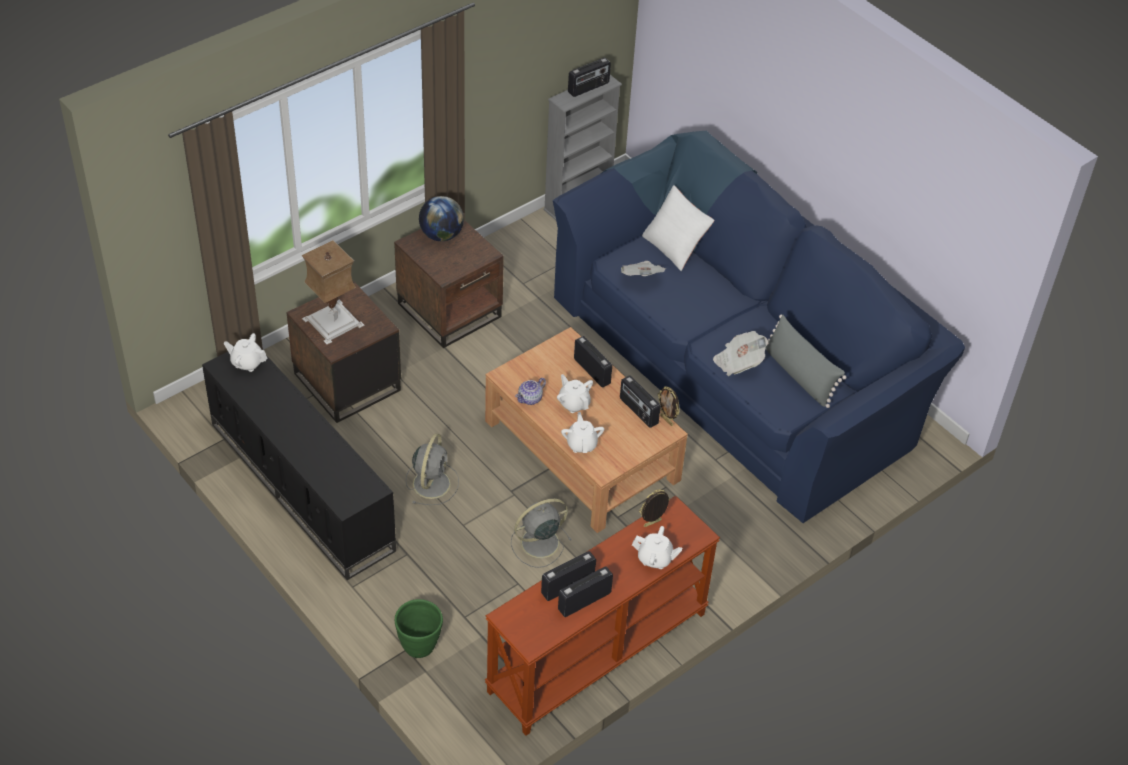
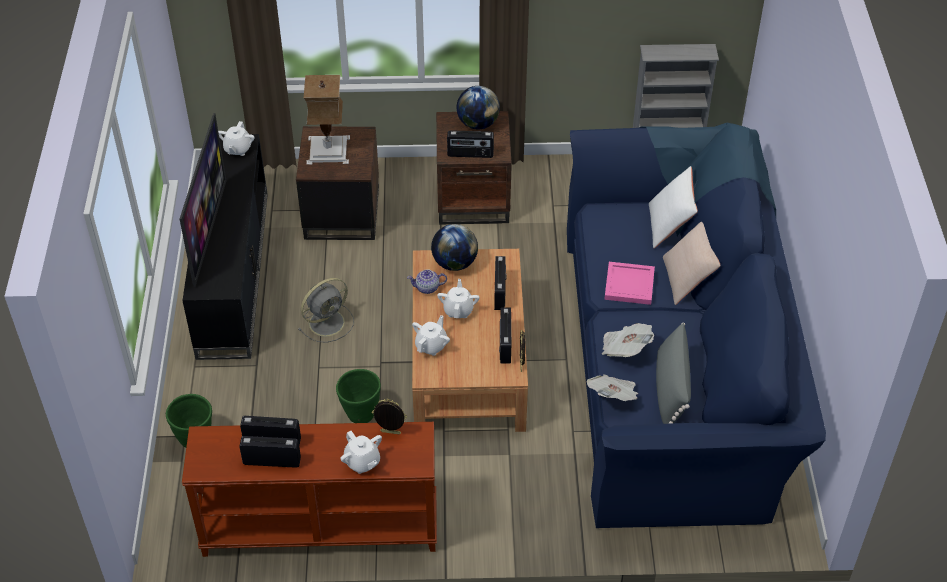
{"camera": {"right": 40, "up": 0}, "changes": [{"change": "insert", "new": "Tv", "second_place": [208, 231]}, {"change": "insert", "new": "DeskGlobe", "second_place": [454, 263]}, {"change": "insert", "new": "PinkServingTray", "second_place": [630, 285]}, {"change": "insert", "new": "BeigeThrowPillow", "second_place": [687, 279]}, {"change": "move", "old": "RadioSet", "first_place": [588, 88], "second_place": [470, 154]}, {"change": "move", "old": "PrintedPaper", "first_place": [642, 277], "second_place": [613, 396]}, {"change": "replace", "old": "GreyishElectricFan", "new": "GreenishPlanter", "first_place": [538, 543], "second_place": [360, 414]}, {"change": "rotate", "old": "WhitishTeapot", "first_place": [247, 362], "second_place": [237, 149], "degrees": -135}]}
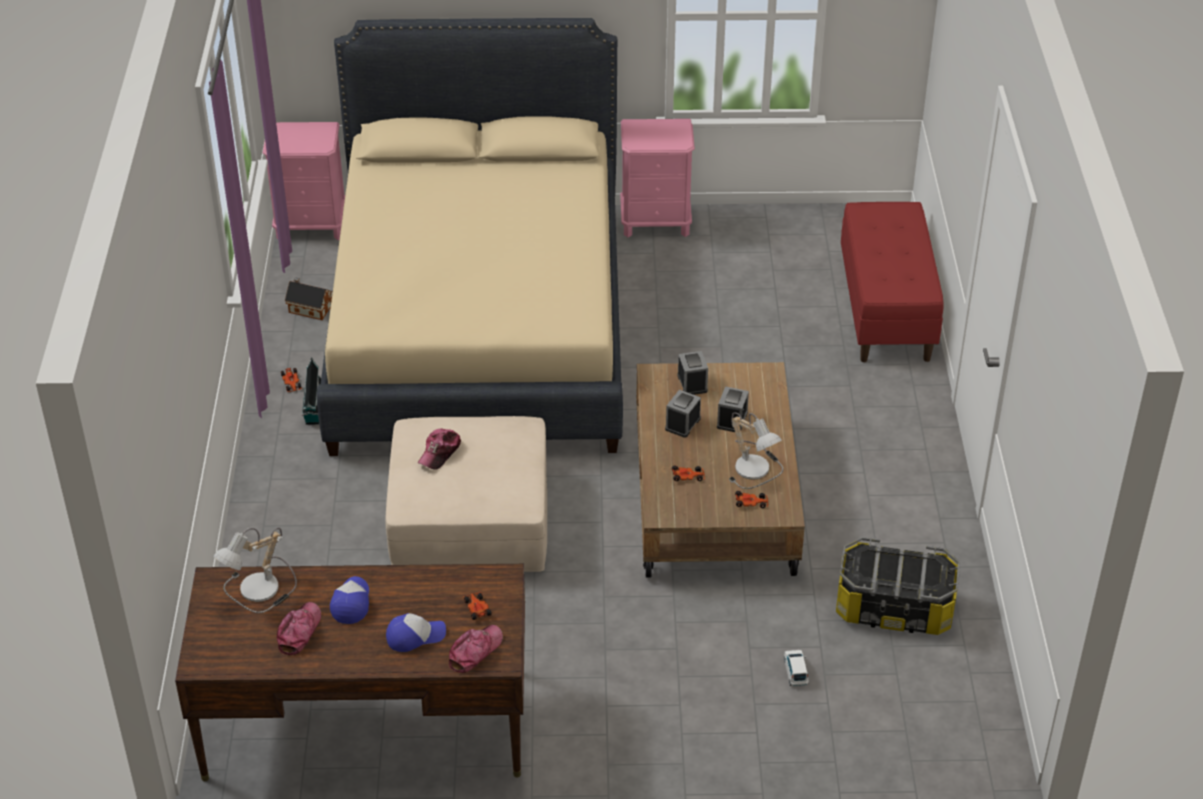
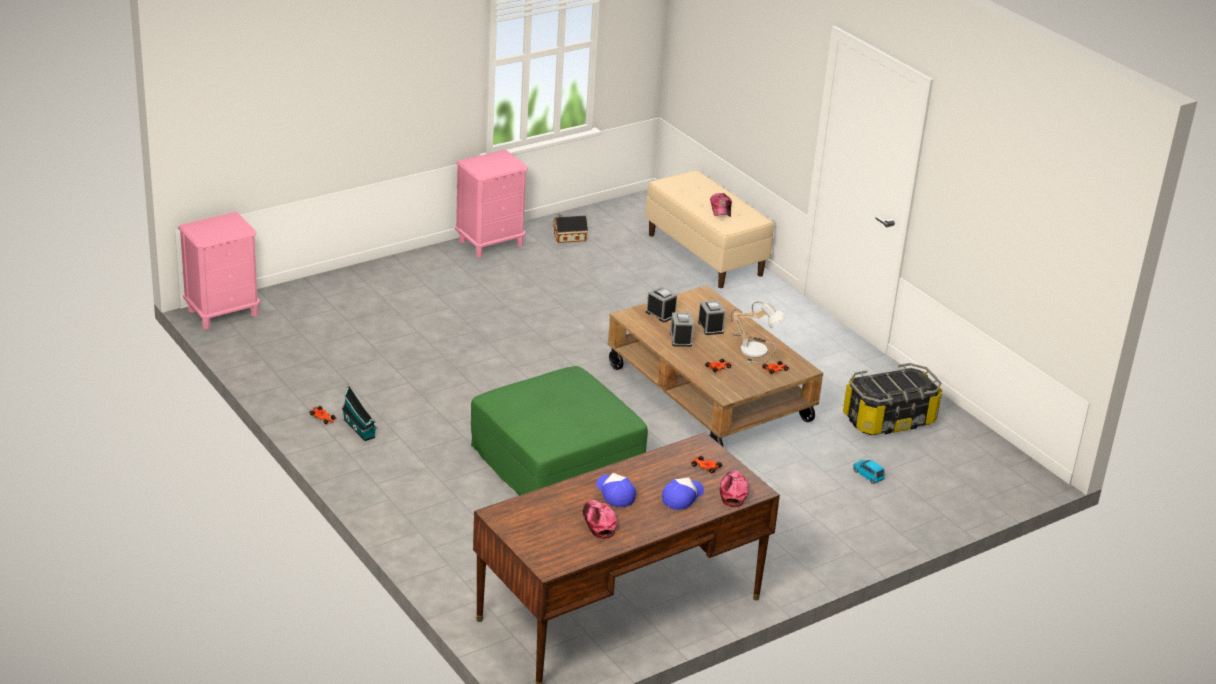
{"camera": {"right": -35, "up": -10}, "changes": [{"change": "delete", "old": "TableLamp", "first_place": [260, 591]}, {"change": "delete", "old": "BeigeBedroomBed", "first_place": [479, 324]}, {"change": "move", "old": "ToyHouse", "first_place": [309, 308], "second_place": [568, 237]}, {"change": "move", "old": "PeakedCap", "first_place": [440, 452], "second_place": [721, 209]}, {"change": "recolor", "old": "BeigeFootrest", "new": "GreenishFootrest", "first_place": [470, 519], "second_place": [556, 460]}, {"change": "recolor", "old": "WhitishToyCar", "new": "BlueColouredToyCar", "first_place": [795, 672], "second_place": [868, 475]}, {"change": "recolor", "old": "ReddishIndoorBench", "new": "BeigeIndoorBench", "first_place": [887, 311], "second_place": [705, 255]}]}
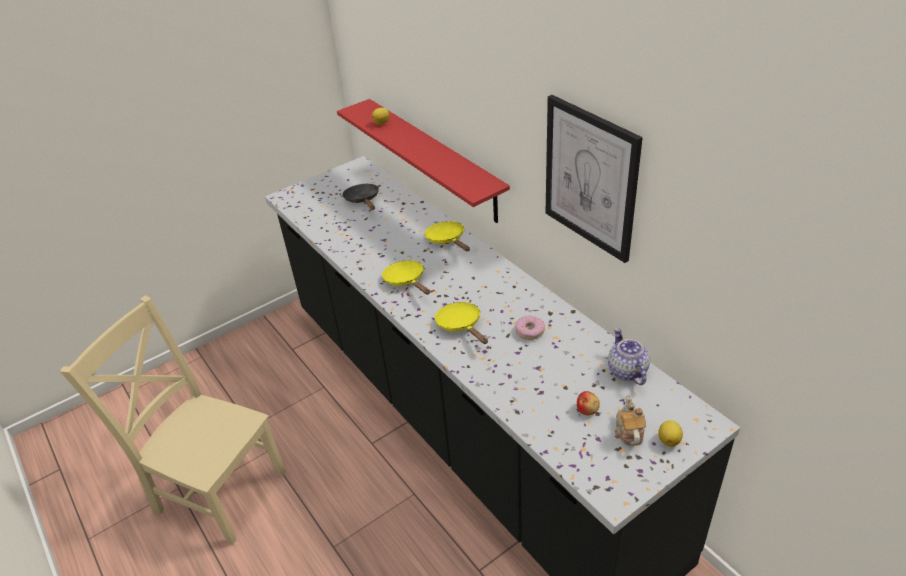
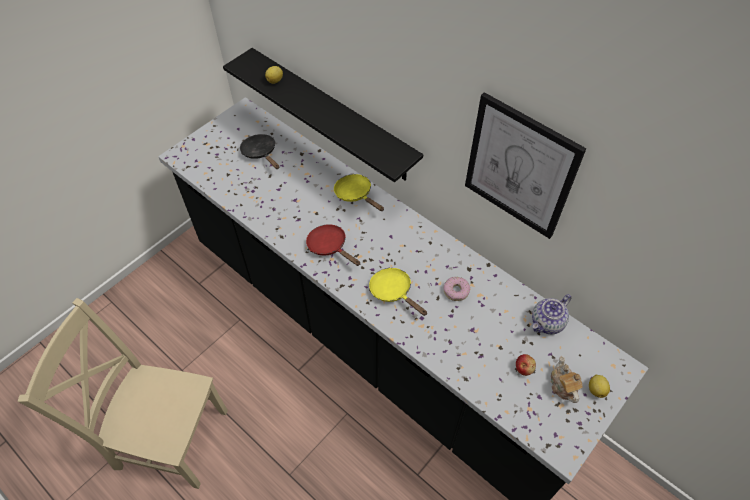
{"camera": {"right": -15, "up": 15}, "changes": [{"change": "recolor", "old": "ReddishWallShelf", "new": "BlackishWallShelf", "first_place": [434, 159], "second_place": [333, 115]}, {"change": "recolor", "old": "YellowishSkillet", "new": "ReddishSkillet", "first_place": [406, 281], "second_place": [330, 246]}, {"change": "rotate", "old": "Teapot", "first_place": [626, 370], "second_place": [547, 323], "degrees": -105}]}
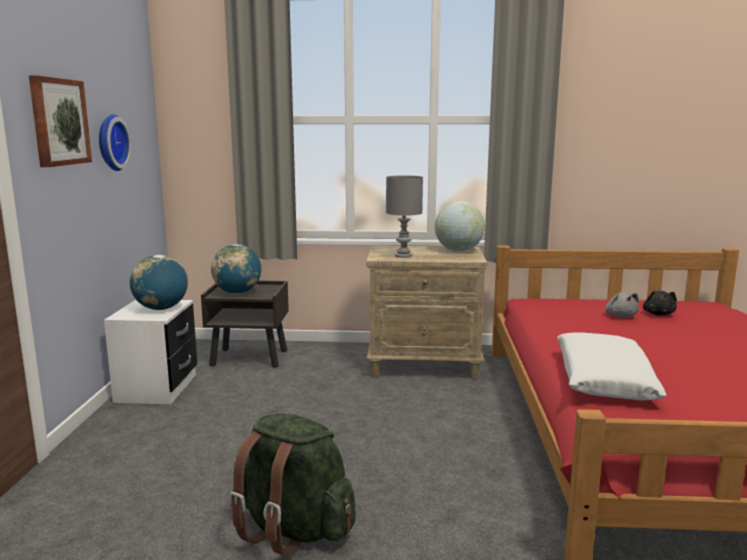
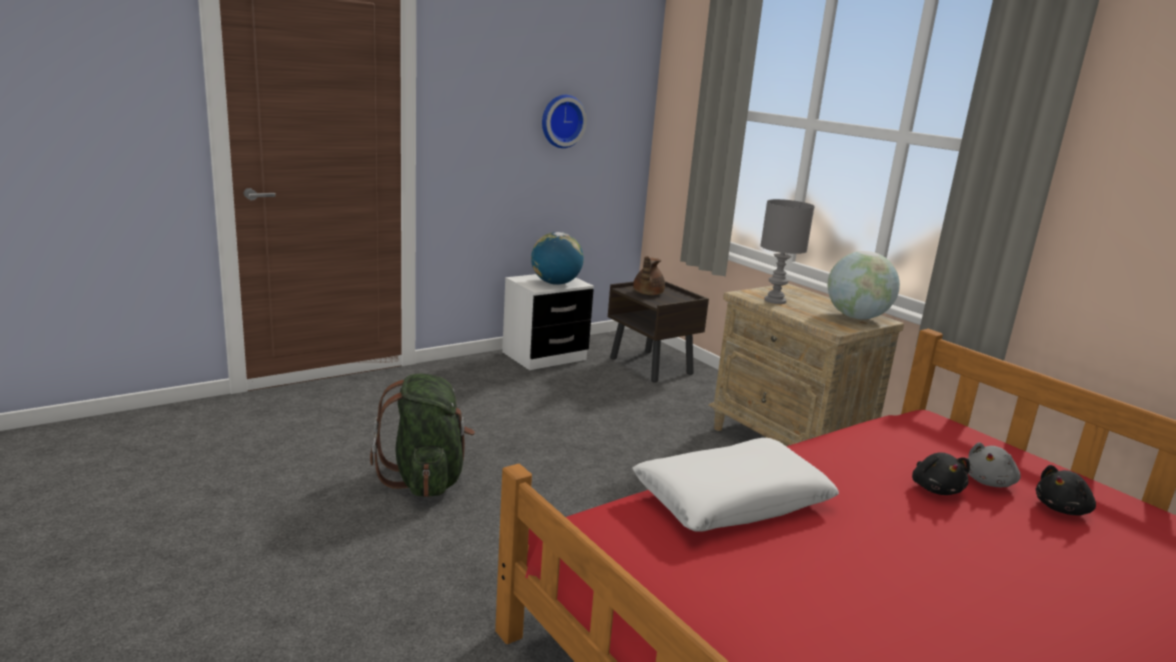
{"camera": {"right": 50, "up": 5}, "changes": [{"change": "delete", "old": "WallPicture", "first_place": [58, 122]}, {"change": "insert", "new": "BlackishCuddlyToy", "second_place": [936, 489]}, {"change": "replace", "old": "DeskGlobe", "new": "BrownishTeapot", "first_place": [237, 292], "second_place": [647, 293]}]}
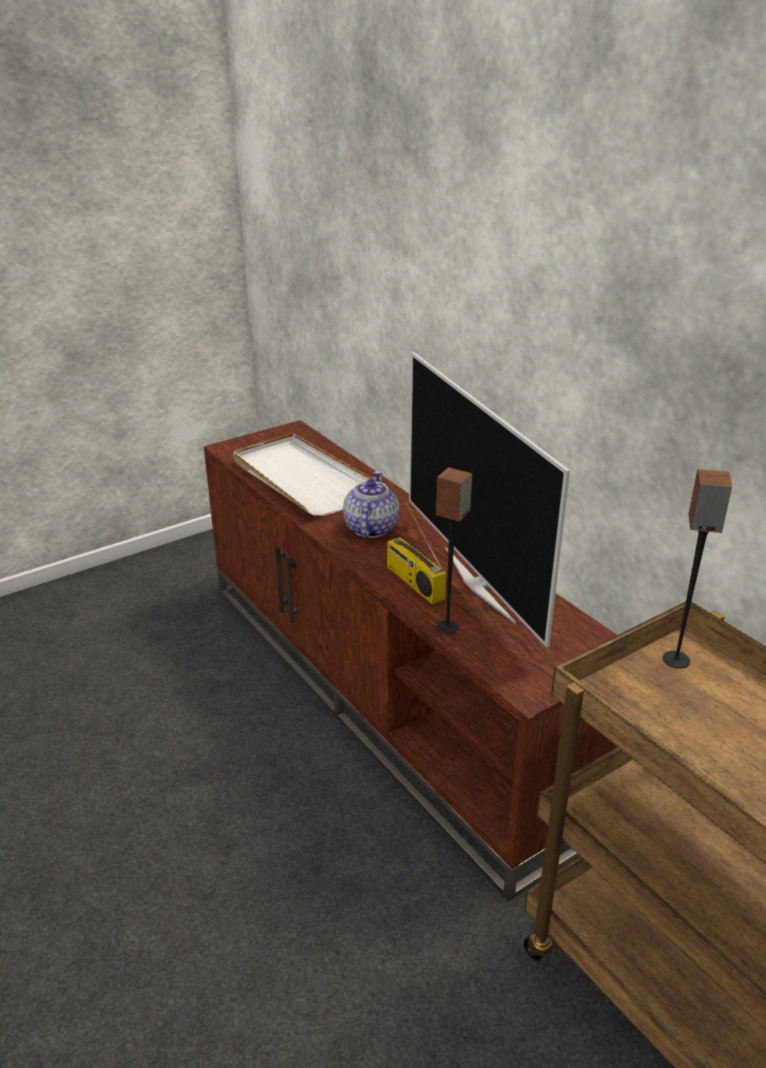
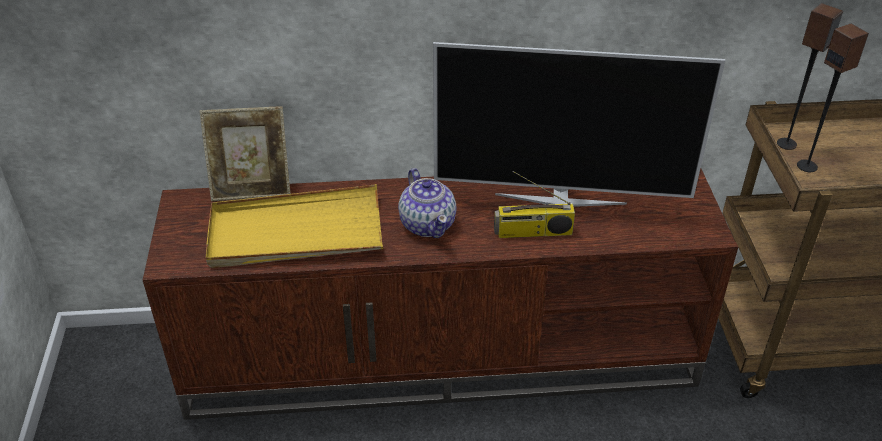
{"camera": {"right": -60, "up": 10}, "changes": [{"change": "insert", "new": "PictureFrame", "second_place": [252, 189]}, {"change": "move", "old": "Loudspeaker", "first_place": [447, 627], "second_place": [807, 166]}, {"change": "recolor", "old": "WhitishServingTray", "new": "YellowishServingTray", "first_place": [302, 479], "second_place": [295, 233]}, {"change": "rotate", "old": "Teapot", "first_place": [370, 528], "second_place": [428, 224], "degrees": -150}]}
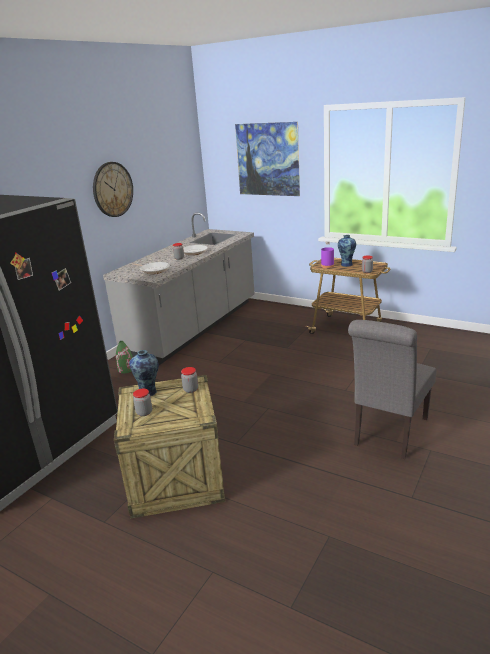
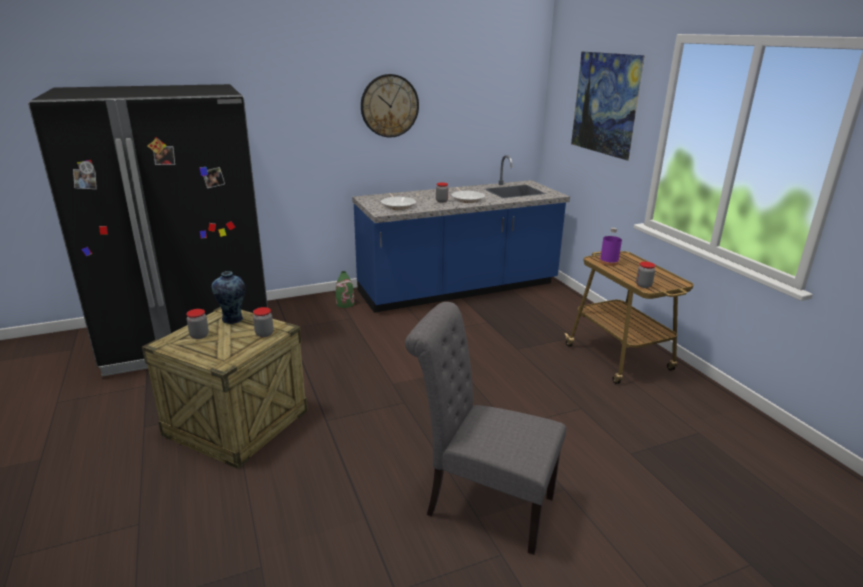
{"camera": {"right": 35, "up": 0}, "changes": [{"change": "delete", "old": "Vase", "first_place": [346, 264]}, {"change": "recolor", "old": "GreyishCounter", "new": "BlueColouredCounter", "first_place": [194, 327], "second_place": [458, 289]}, {"change": "rotate", "old": "GreyishUprightChair", "first_place": [388, 434], "second_place": [482, 503], "degrees": 45}]}
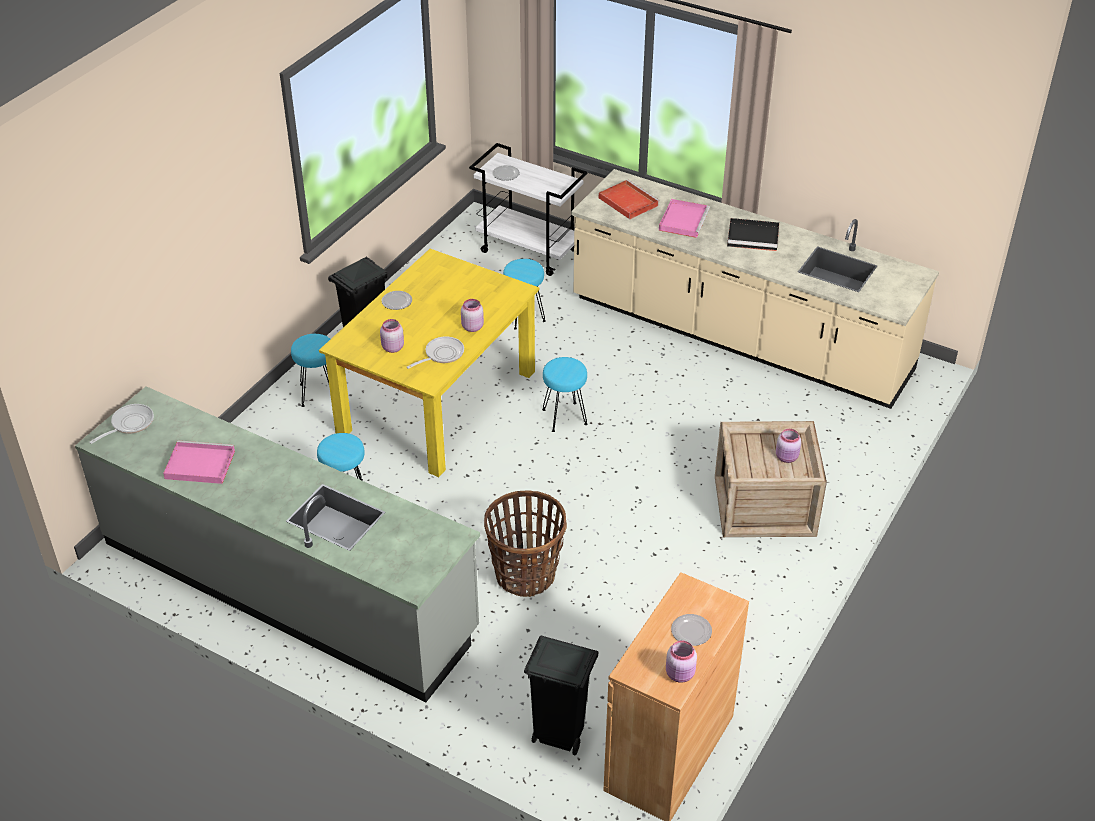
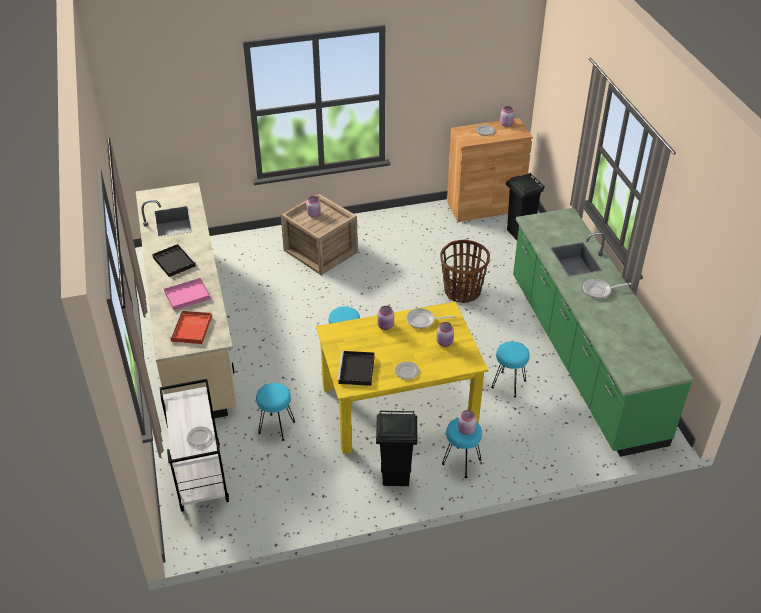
{"camera": {"right": -135, "up": 0}, "changes": [{"change": "delete", "old": "PinkServingTray", "first_place": [198, 465]}, {"change": "insert", "new": "BlackishServingTray", "second_place": [356, 370]}, {"change": "insert", "new": "PinkStorageJar", "second_place": [466, 430]}, {"change": "move", "old": "Skillet", "first_place": [129, 424], "second_place": [599, 290]}, {"change": "recolor", "old": "GreyishCounter", "new": "GreenishCounter", "first_place": [288, 586], "second_place": [582, 357]}]}
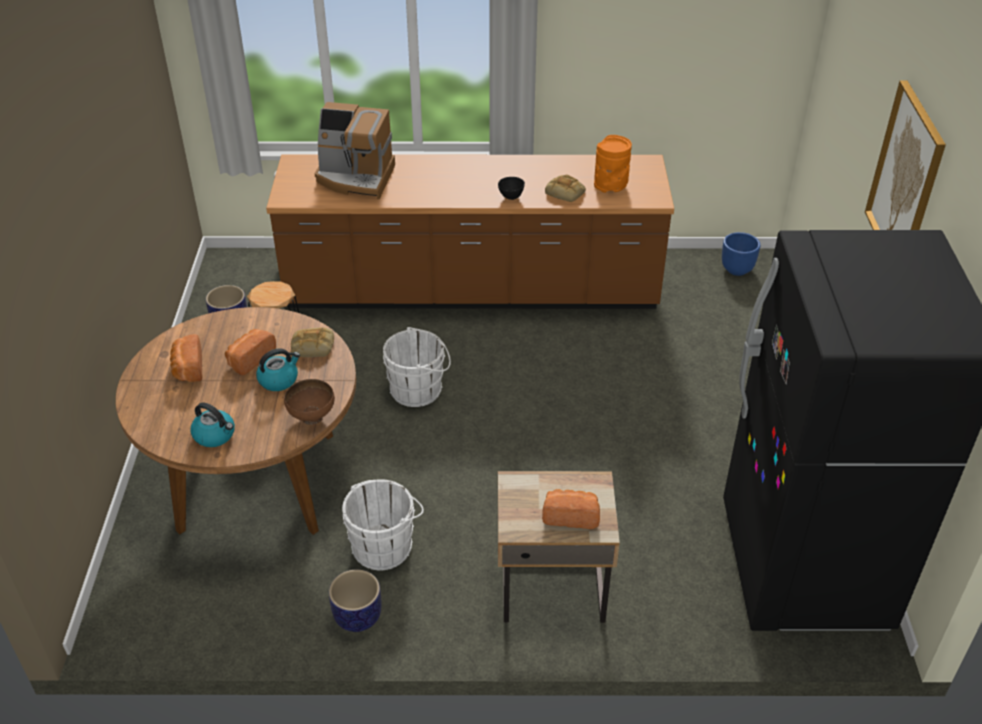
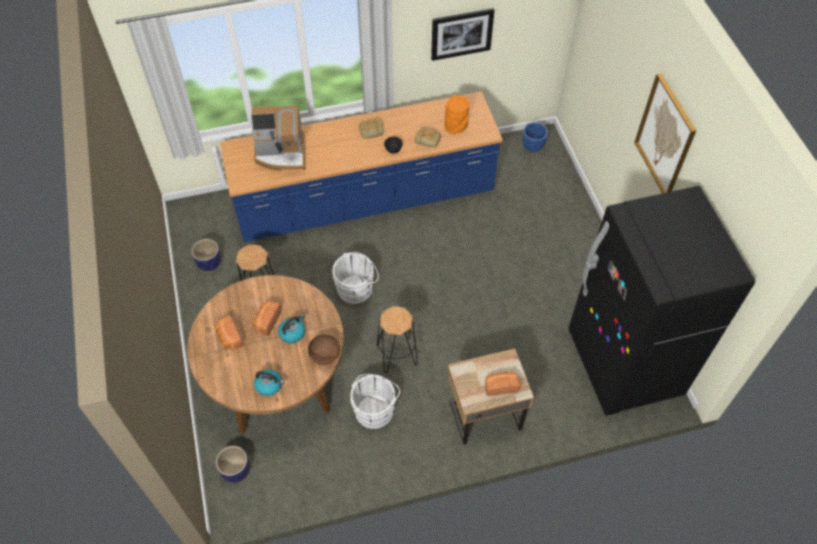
{"camera": {"right": -15, "up": 15}, "changes": [{"change": "insert", "new": "BlackishSittingStool", "second_place": [397, 355]}, {"change": "insert", "new": "WallPicture", "second_place": [461, 33]}, {"change": "move", "old": "BakeryBread", "first_place": [312, 346], "second_place": [371, 130]}, {"change": "move", "old": "Planter", "first_place": [357, 617], "second_place": [235, 470]}, {"change": "recolor", "old": "BrownishCounter", "new": "BlueColouredCounter", "first_place": [472, 291], "second_place": [365, 201]}]}
